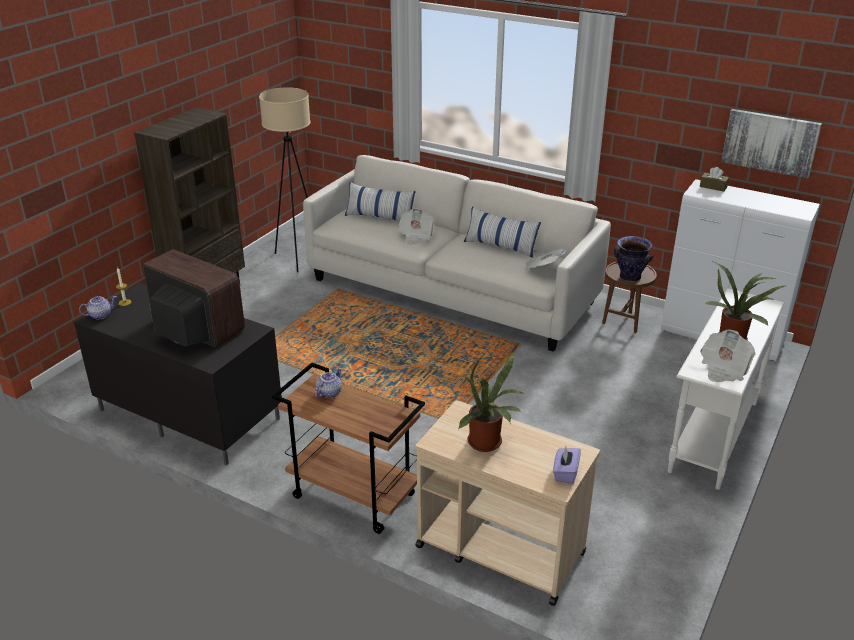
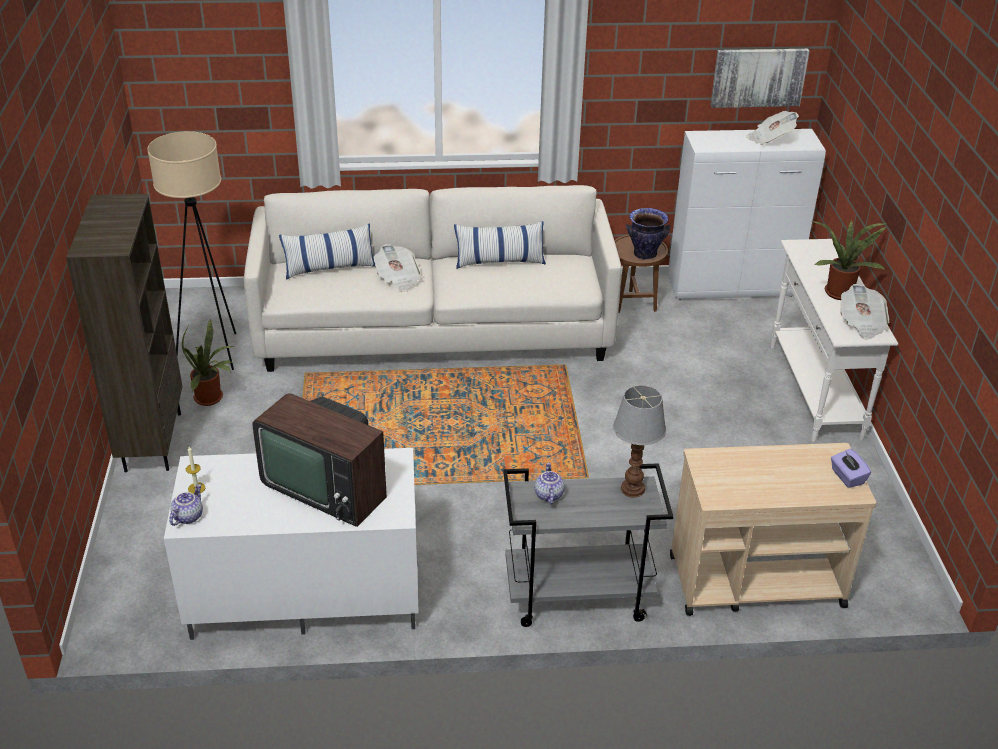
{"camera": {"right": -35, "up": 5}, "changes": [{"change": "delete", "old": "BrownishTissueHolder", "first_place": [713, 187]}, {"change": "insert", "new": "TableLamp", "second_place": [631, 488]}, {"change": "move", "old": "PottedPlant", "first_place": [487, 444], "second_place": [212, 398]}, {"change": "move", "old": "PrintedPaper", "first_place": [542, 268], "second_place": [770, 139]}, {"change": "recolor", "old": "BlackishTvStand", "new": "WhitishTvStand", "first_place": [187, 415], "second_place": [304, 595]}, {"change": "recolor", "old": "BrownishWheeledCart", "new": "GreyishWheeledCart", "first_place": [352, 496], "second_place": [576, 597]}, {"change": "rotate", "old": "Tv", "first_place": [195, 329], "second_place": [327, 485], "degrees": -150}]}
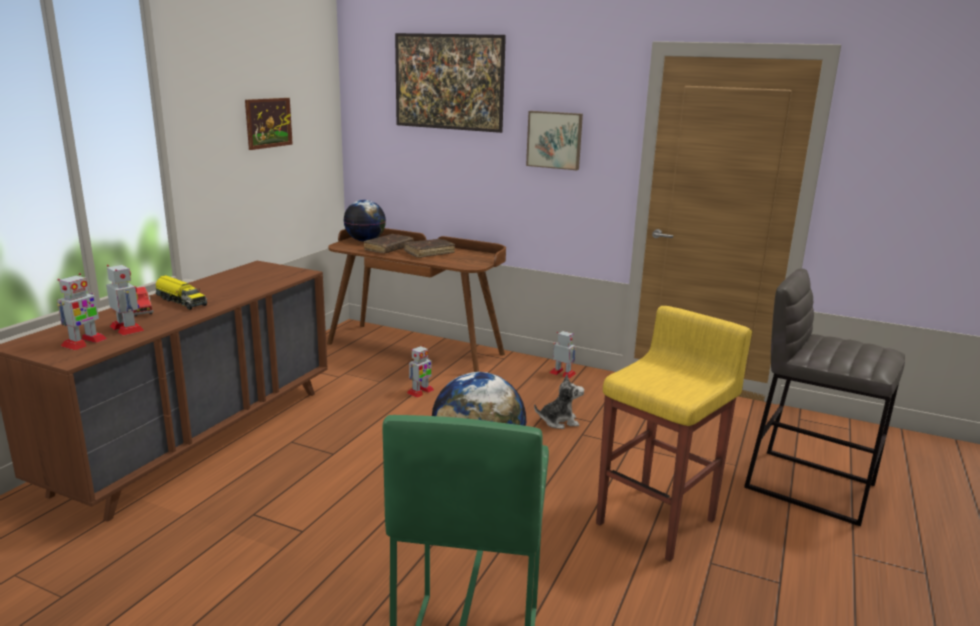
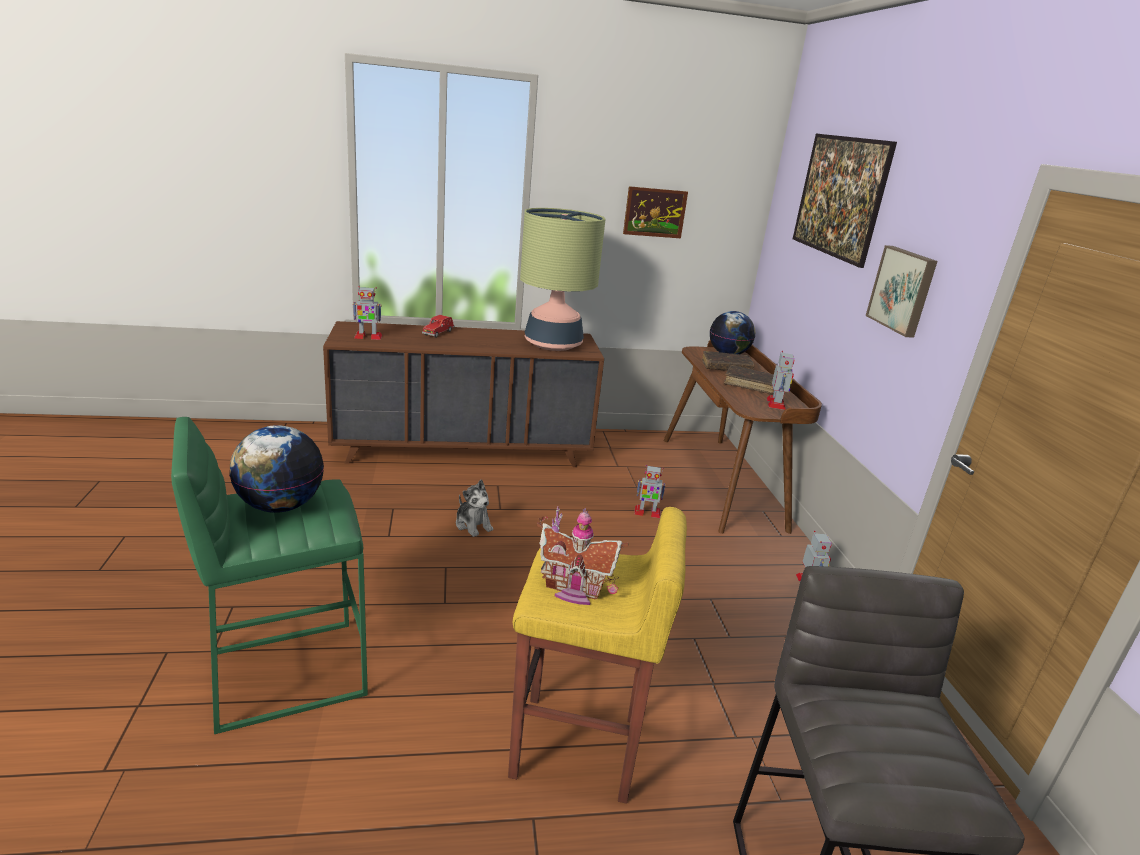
{"camera": {"right": 55, "up": 5}, "changes": [{"change": "delete", "old": "ToyTruck", "first_place": [181, 301]}, {"change": "insert", "new": "TableLamp", "second_place": [553, 344]}, {"change": "insert", "new": "ToyHouse", "second_place": [574, 590]}, {"change": "move", "old": "RobotFigure", "first_place": [127, 328], "second_place": [776, 404]}, {"change": "move", "old": "CuddlyToy", "first_place": [559, 421], "second_place": [473, 525]}]}
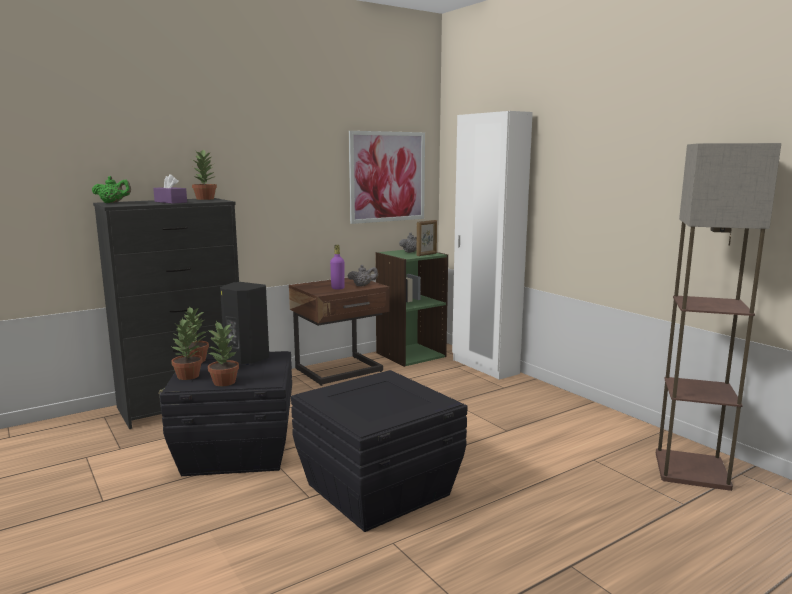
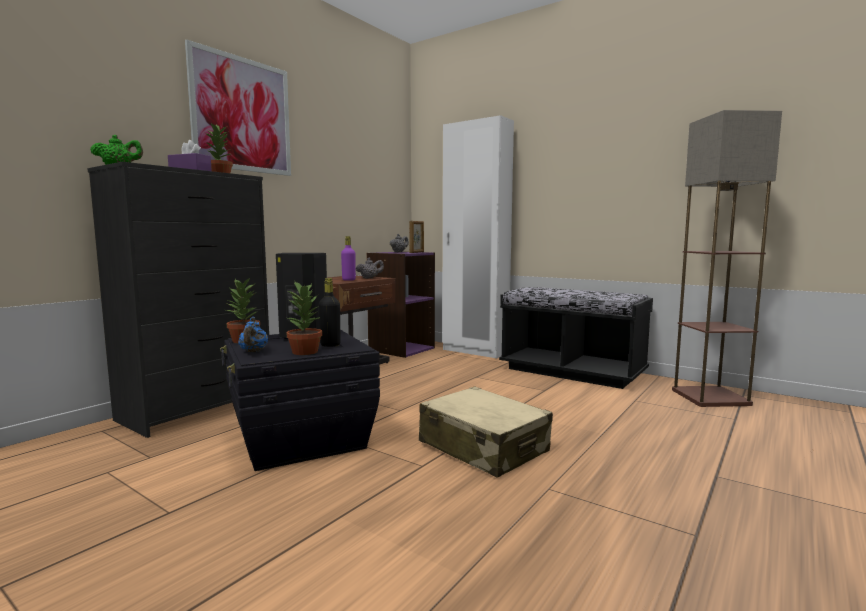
{"camera": {"right": -20, "up": -5}, "changes": [{"change": "insert", "new": "BlackishDrinkBottle", "second_place": [330, 345]}, {"change": "insert", "new": "BlackishIndoorBench", "second_place": [571, 372]}, {"change": "move", "old": "WallPicture", "first_place": [387, 177], "second_place": [242, 115]}, {"change": "replace", "old": "PottedPlant", "new": "BlueColouredTeapot", "first_place": [188, 376], "second_place": [253, 351]}, {"change": "replace", "old": "BlackishStorageBin", "new": "BeigeTravelCase", "first_place": [378, 488], "second_place": [483, 447]}, {"change": "recolor", "old": "GreenishShelvingUnit", "new": "PurpleShelvingUnit", "first_place": [410, 354], "second_place": [401, 349]}]}
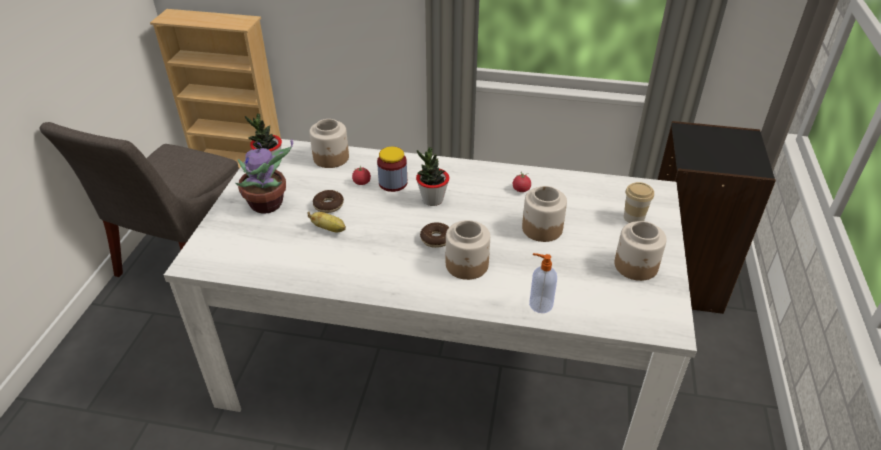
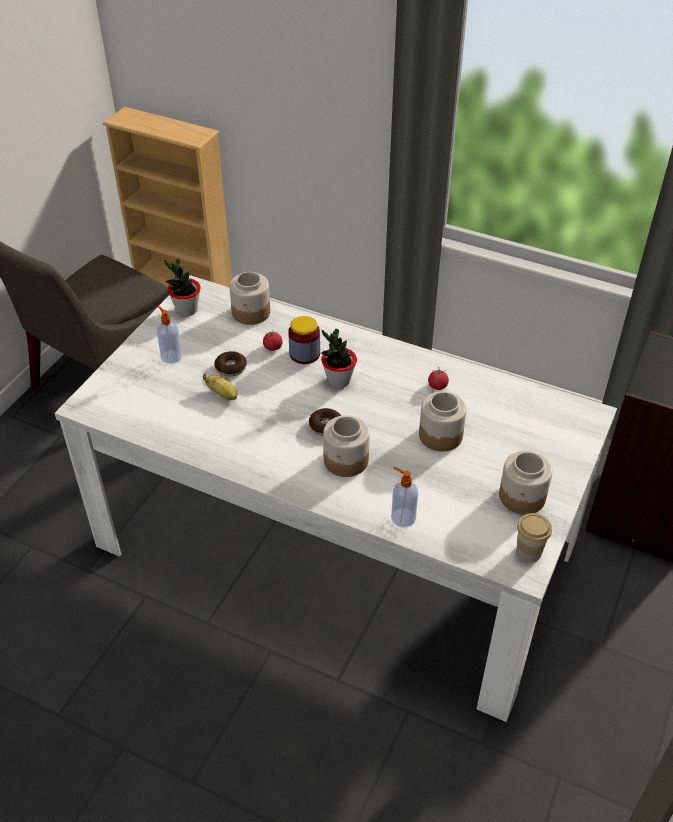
{"camera": {"right": 15, "up": 5}, "changes": [{"change": "move", "old": "DrinkingCup", "first_place": [634, 217], "second_place": [528, 552]}, {"change": "replace", "old": "PottedPlant", "new": "SoapDispenser", "first_place": [267, 205], "second_place": [171, 356]}]}
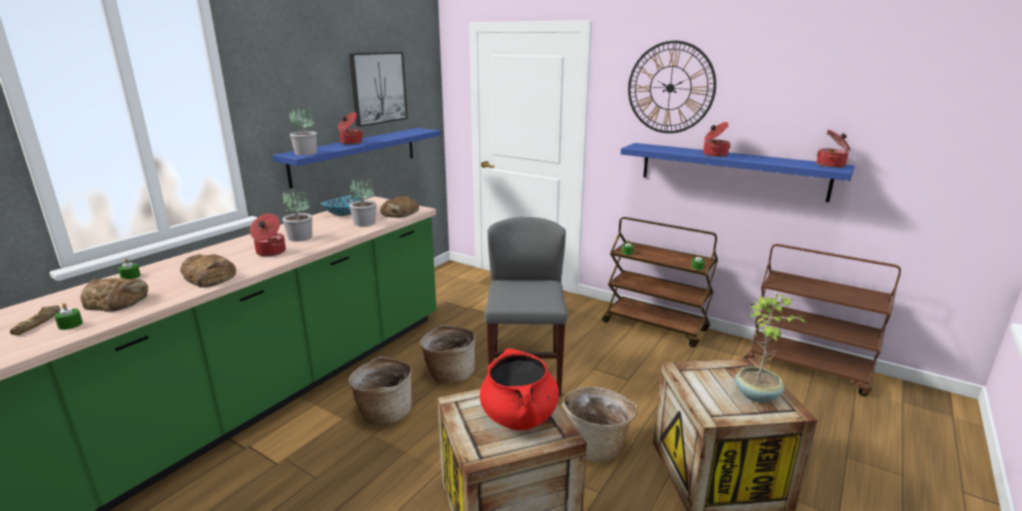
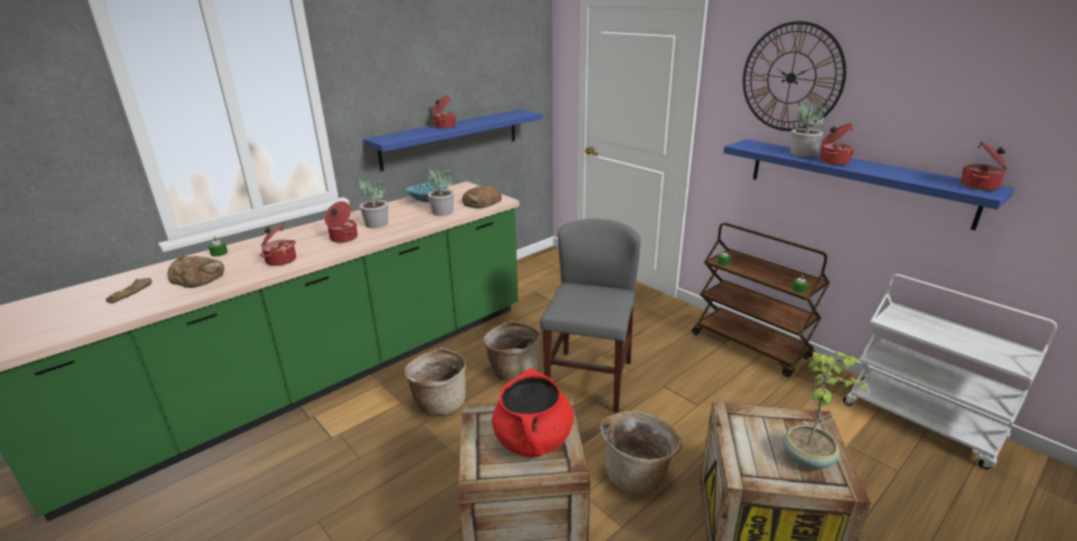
{"camera": {"right": 15, "up": 5}, "changes": [{"change": "delete", "old": "GreenishWaxLight", "first_place": [70, 324]}, {"change": "delete", "old": "WallPicture", "first_place": [378, 88]}, {"change": "move", "old": "PottedPlant", "first_place": [306, 153], "second_place": [802, 153]}, {"change": "replace", "old": "BakeryBread", "new": "CookingPot", "first_place": [209, 277], "second_place": [280, 260]}, {"change": "recolor", "old": "BrownishWheeledCart", "new": "WhitishWheeledCart", "first_place": [807, 368], "second_place": [922, 422]}]}
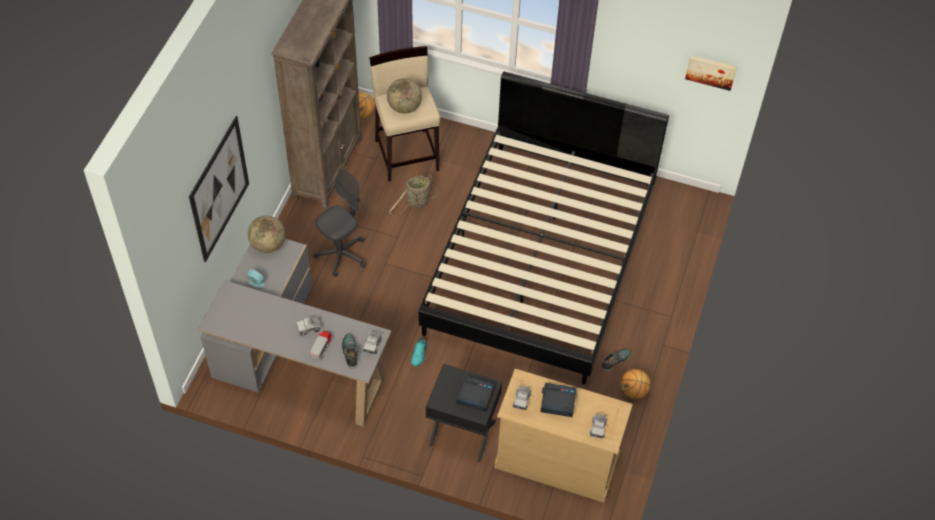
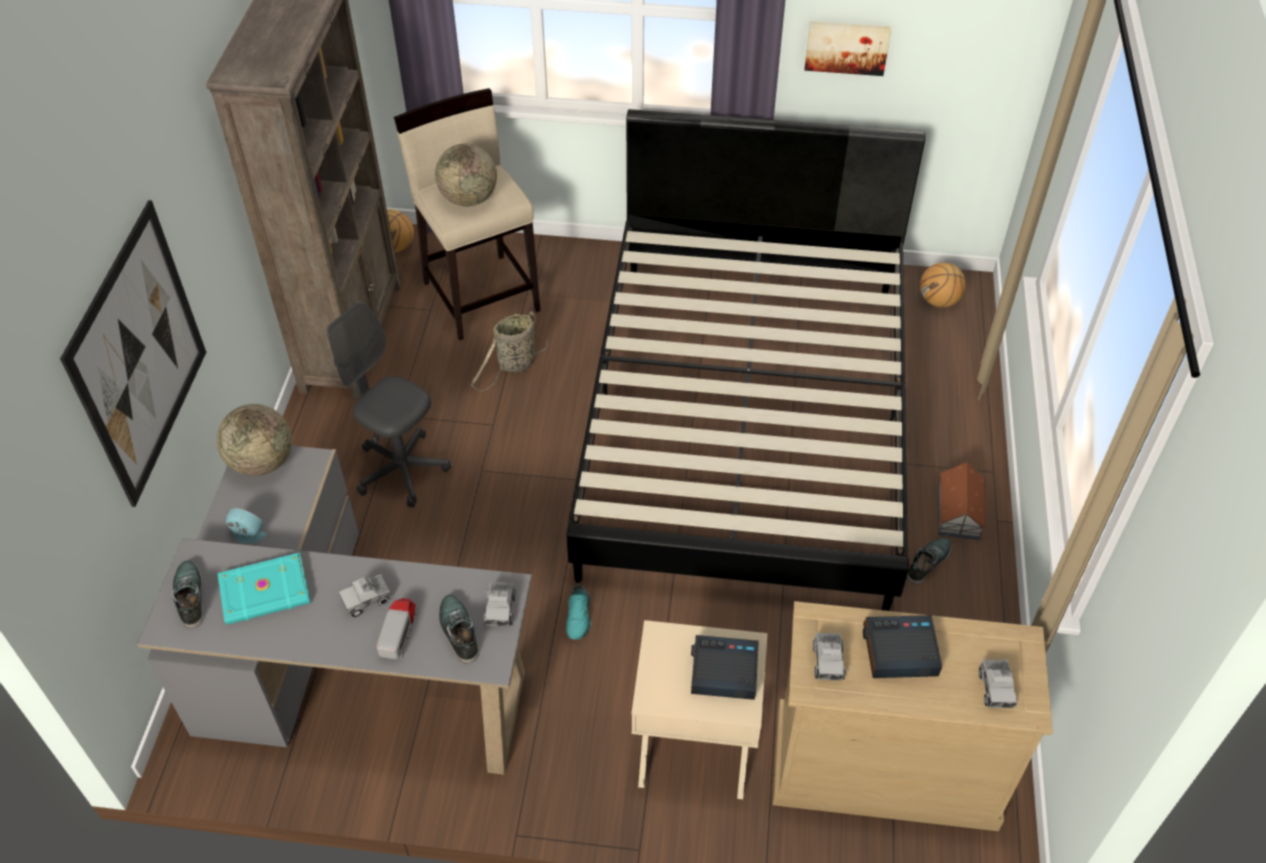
{"camera": {"right": -10, "up": -5}, "changes": [{"change": "insert", "new": "LowShoe", "second_place": [189, 597]}, {"change": "insert", "new": "TurquoiseColouredBoundBook", "second_place": [266, 593]}, {"change": "insert", "new": "ToyHouse", "second_place": [959, 512]}, {"change": "move", "old": "BallForBasketball", "first_place": [633, 391], "second_place": [939, 301]}, {"change": "move", "old": "WallPicture", "first_place": [711, 71], "second_place": [847, 46]}, {"change": "recolor", "old": "BlackishBedsideTable", "new": "BeigeBedsideTable", "first_place": [462, 433], "second_place": [694, 749]}, {"change": "rotate", "old": "GreyishDeskChair", "first_place": [341, 255], "second_place": [402, 470], "degrees": -90}]}
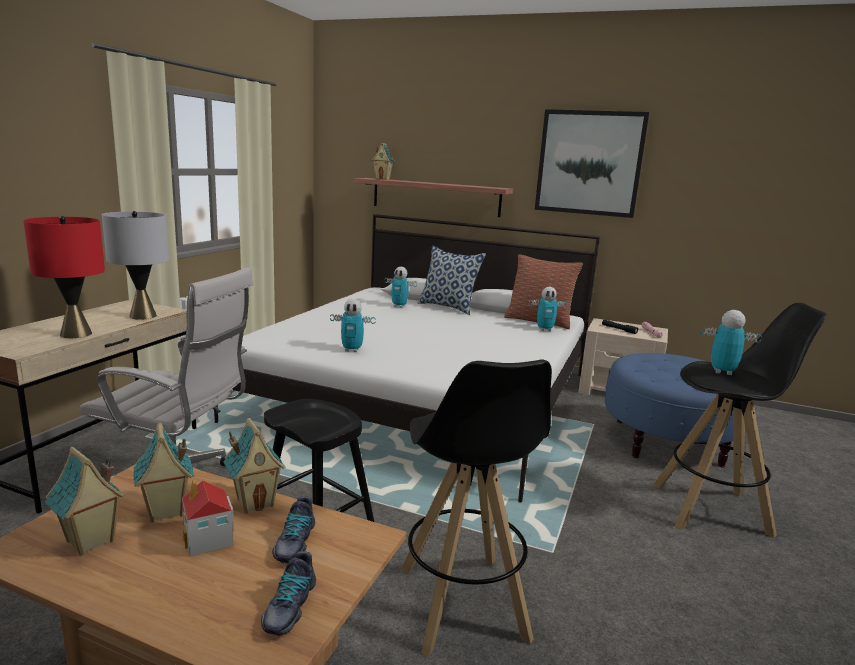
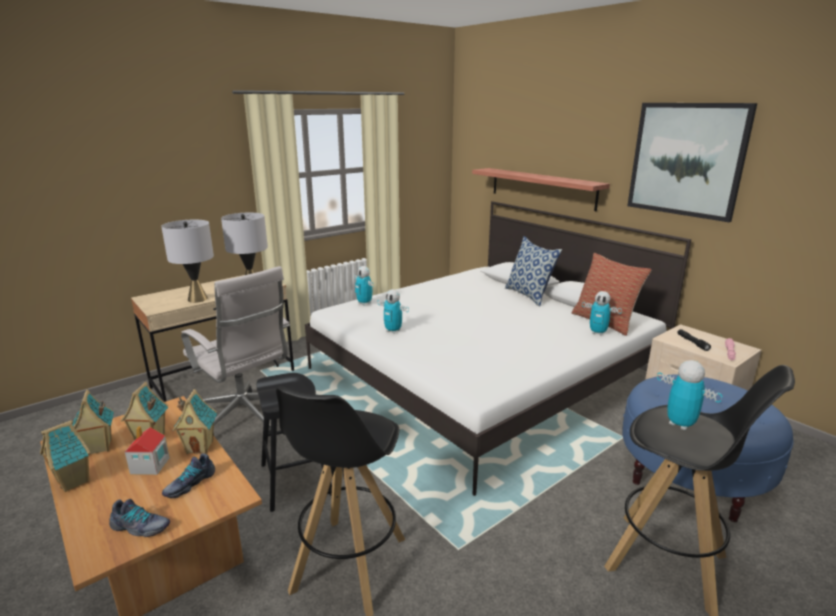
{"camera": {"right": 30, "up": 5}, "changes": [{"change": "move", "old": "ToyHouse", "first_place": [383, 179], "second_place": [75, 481]}, {"change": "move", "old": "RobotFigure", "first_place": [399, 306], "second_place": [364, 303]}, {"change": "recolor", "old": "ReddishTableLamp", "new": "GreyishTableLamp", "first_place": [76, 334], "second_place": [198, 299]}, {"change": "rotate", "old": "LowShoe", "first_place": [289, 606], "second_place": [140, 527], "degrees": -120}]}
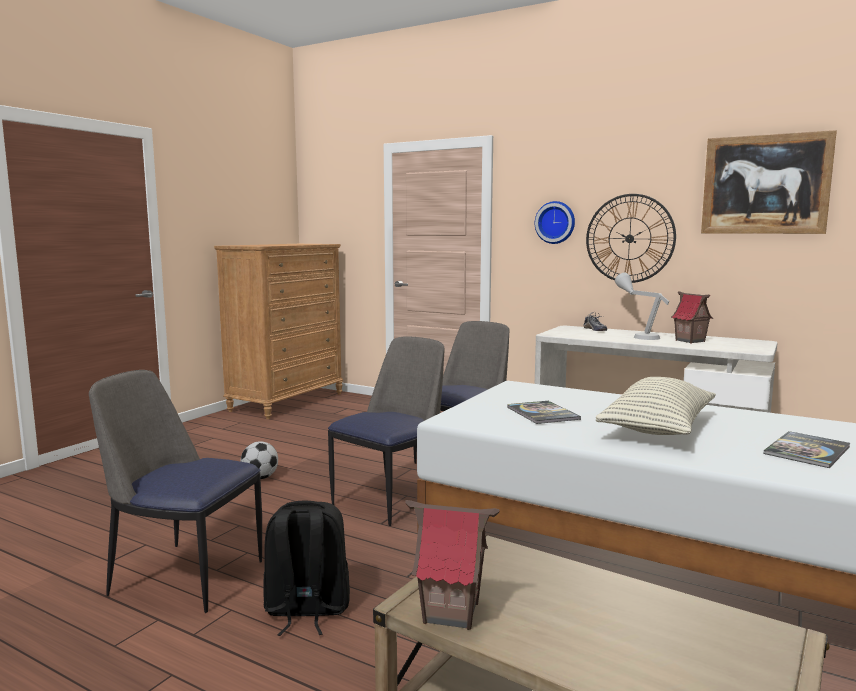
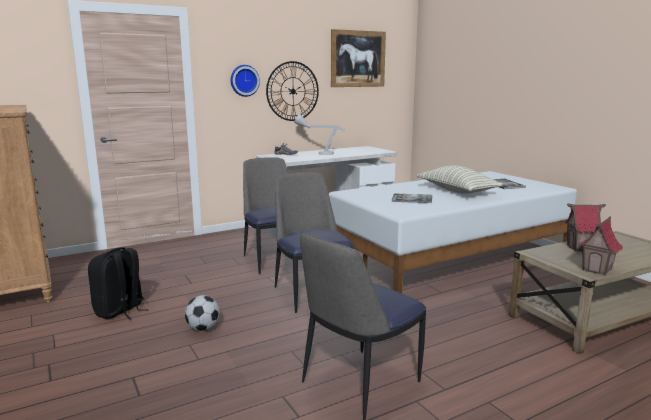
{"camera": {"right": -60, "up": 5}, "changes": [{"change": "move", "old": "BlackishKnapsack", "first_place": [306, 610], "second_place": [120, 311]}, {"change": "move", "old": "ToyHouse", "first_place": [690, 341], "second_place": [580, 248]}]}
